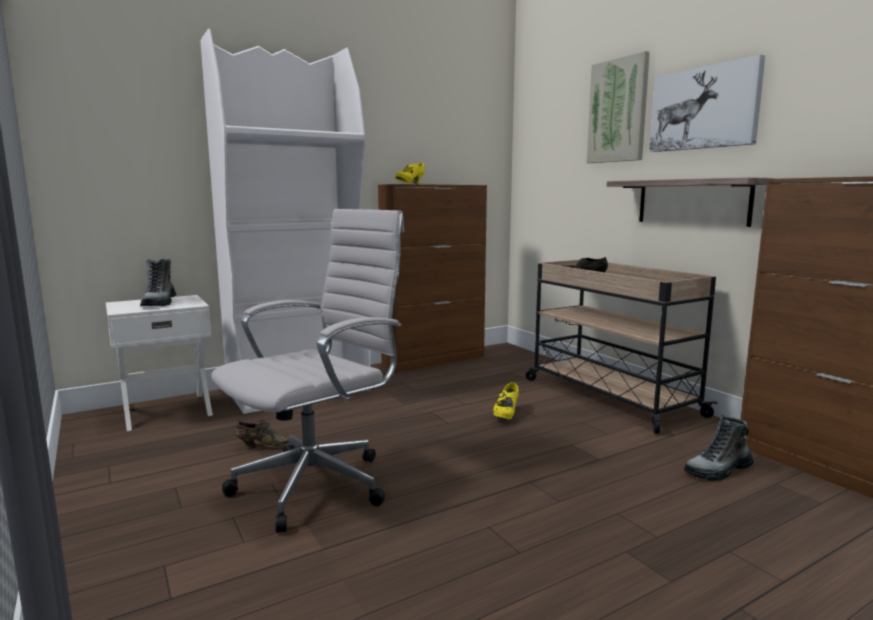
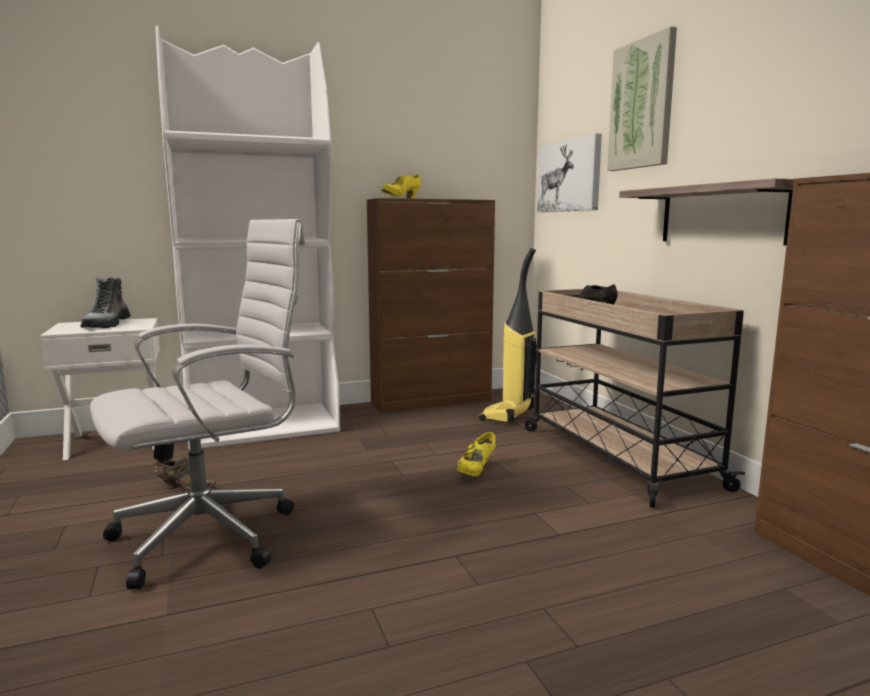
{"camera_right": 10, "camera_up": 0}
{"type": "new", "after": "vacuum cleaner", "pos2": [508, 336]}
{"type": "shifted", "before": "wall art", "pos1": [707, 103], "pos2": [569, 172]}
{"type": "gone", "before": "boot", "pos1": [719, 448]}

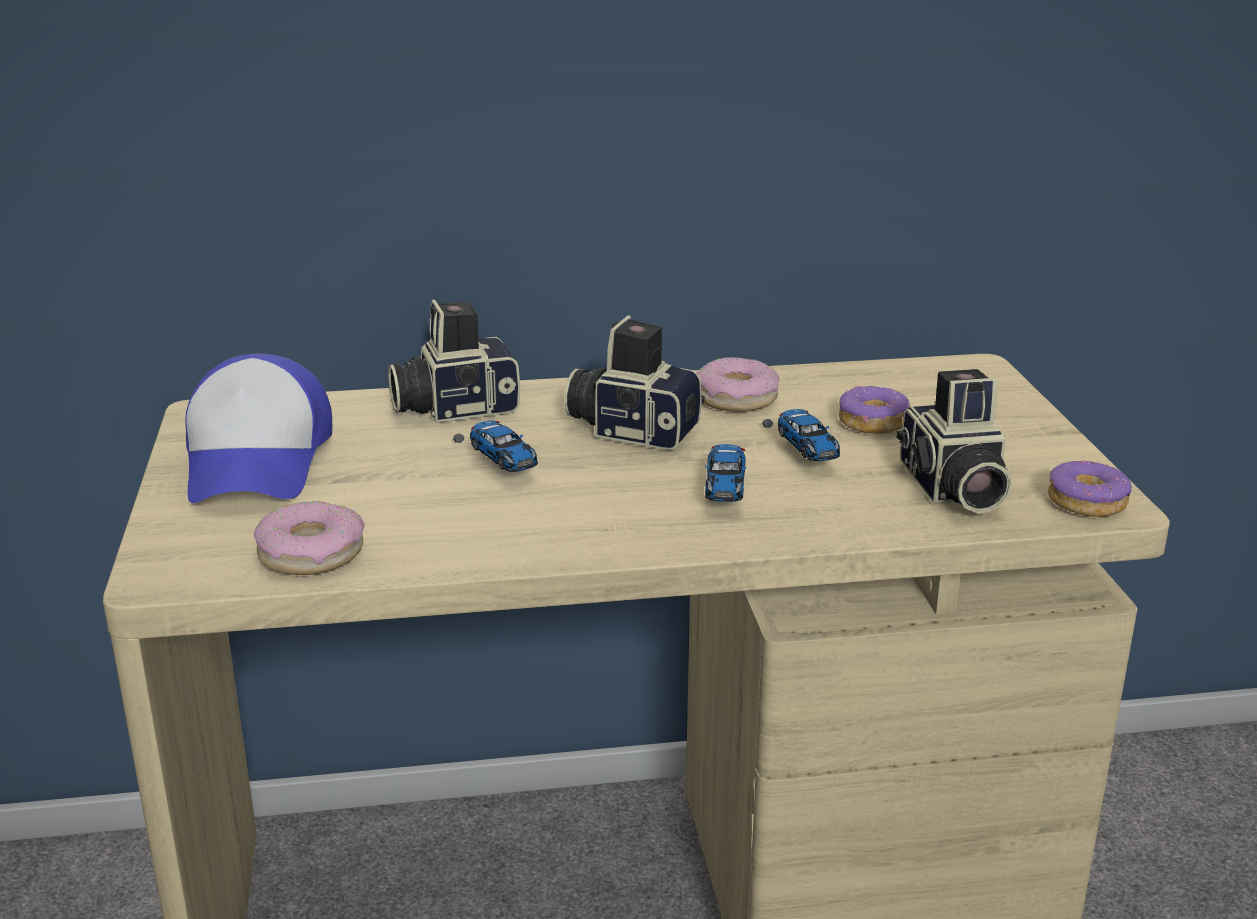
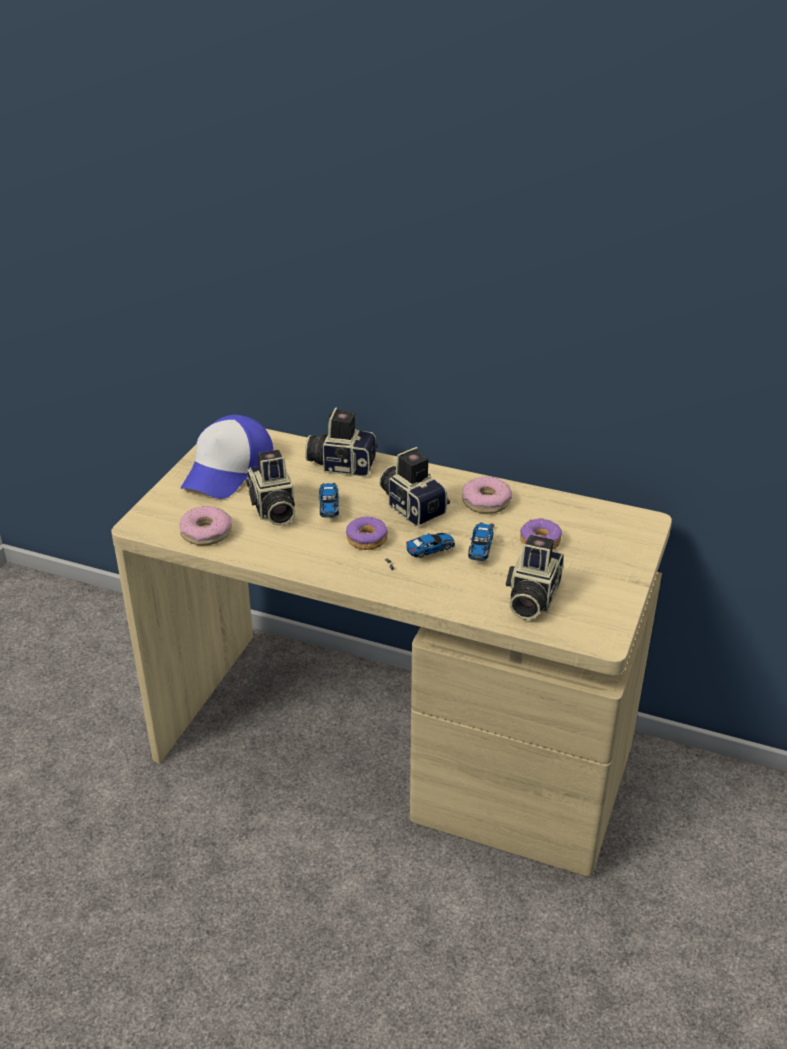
{"camera_right": 30, "camera_up": 10}
{"type": "new", "after": "photo camera", "pos2": [270, 488]}
{"type": "shifted", "before": "donut", "pos1": [1090, 488], "pos2": [367, 533]}
{"type": "rotated", "before": "toy car", "pos1": [725, 473], "pos2": [420, 551], "turn": -150}

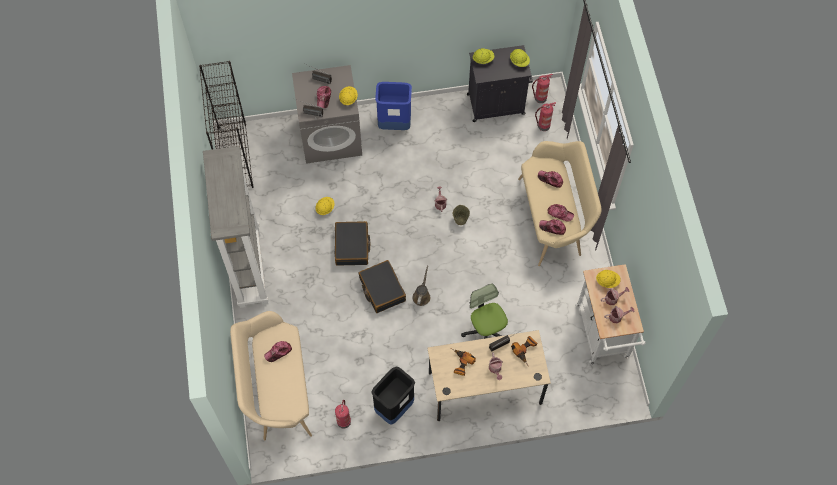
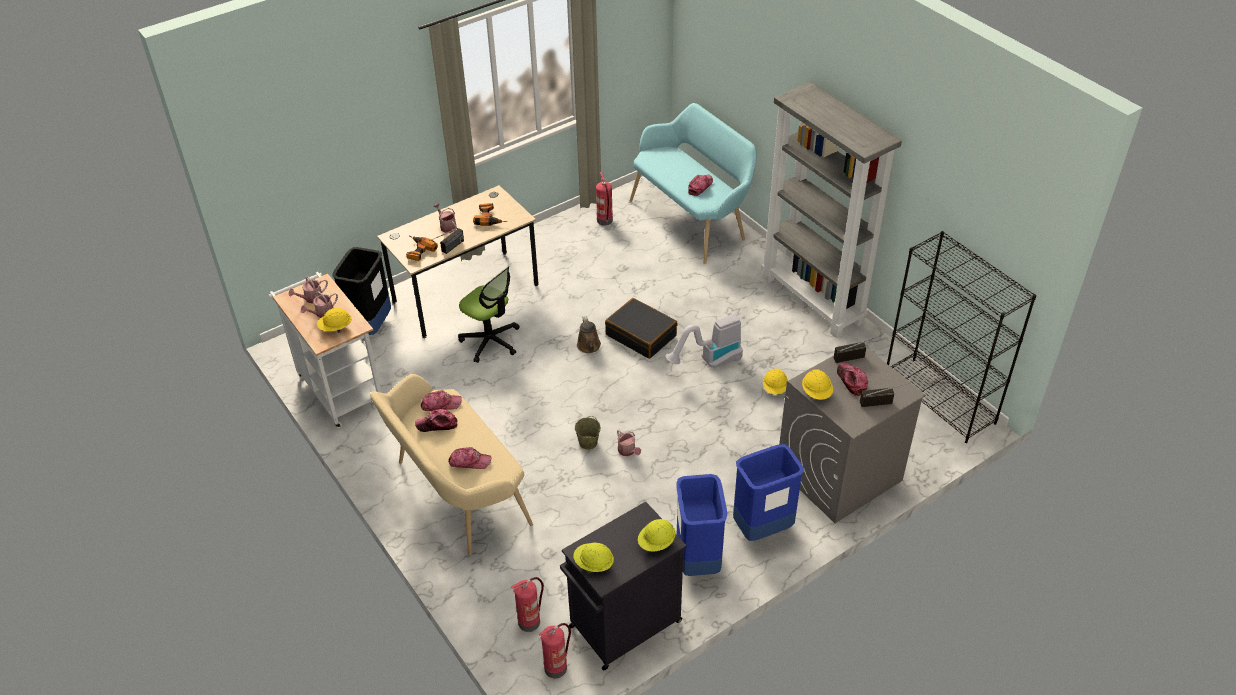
{"camera_right": 155, "camera_up": -20}
{"type": "shifted", "before": "rubbish bin in black-coloured", "pos1": [393, 395], "pos2": [361, 291]}
{"type": "repainted", "before": "long seat in sand-coloured", "after": "long seat in blue-green", "pos1": [271, 375], "pos2": [693, 183]}
{"type": "swapped", "before": "travel case in black-coloured", "after": "vacuum cleaner", "pos1": [352, 243], "pos2": [704, 341]}
{"type": "new", "after": "rubbish bin in blue", "pos2": [701, 525]}

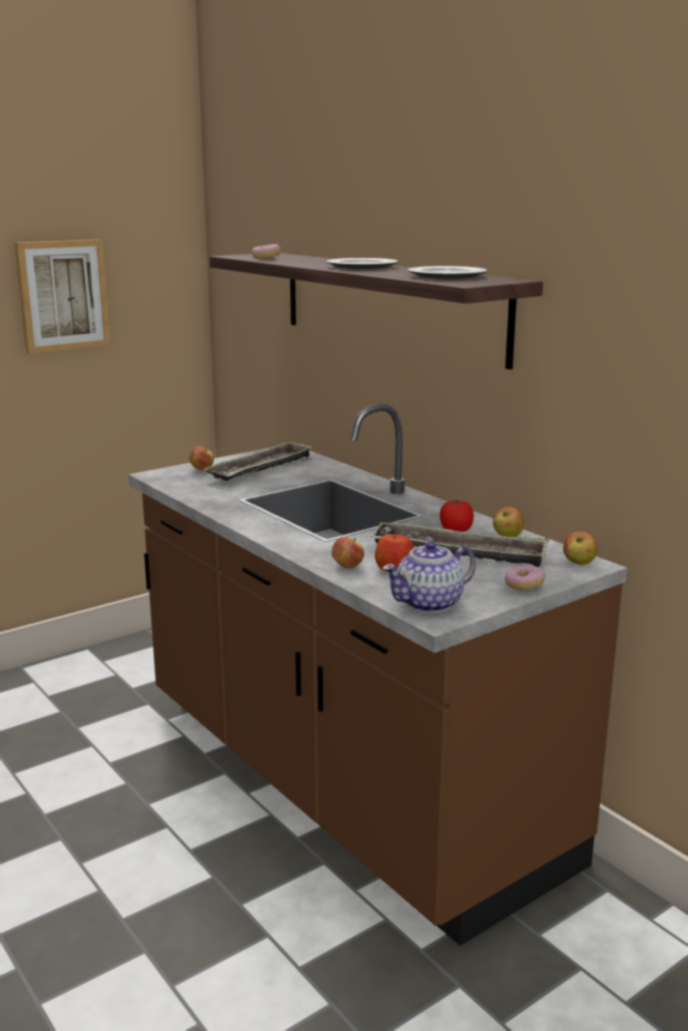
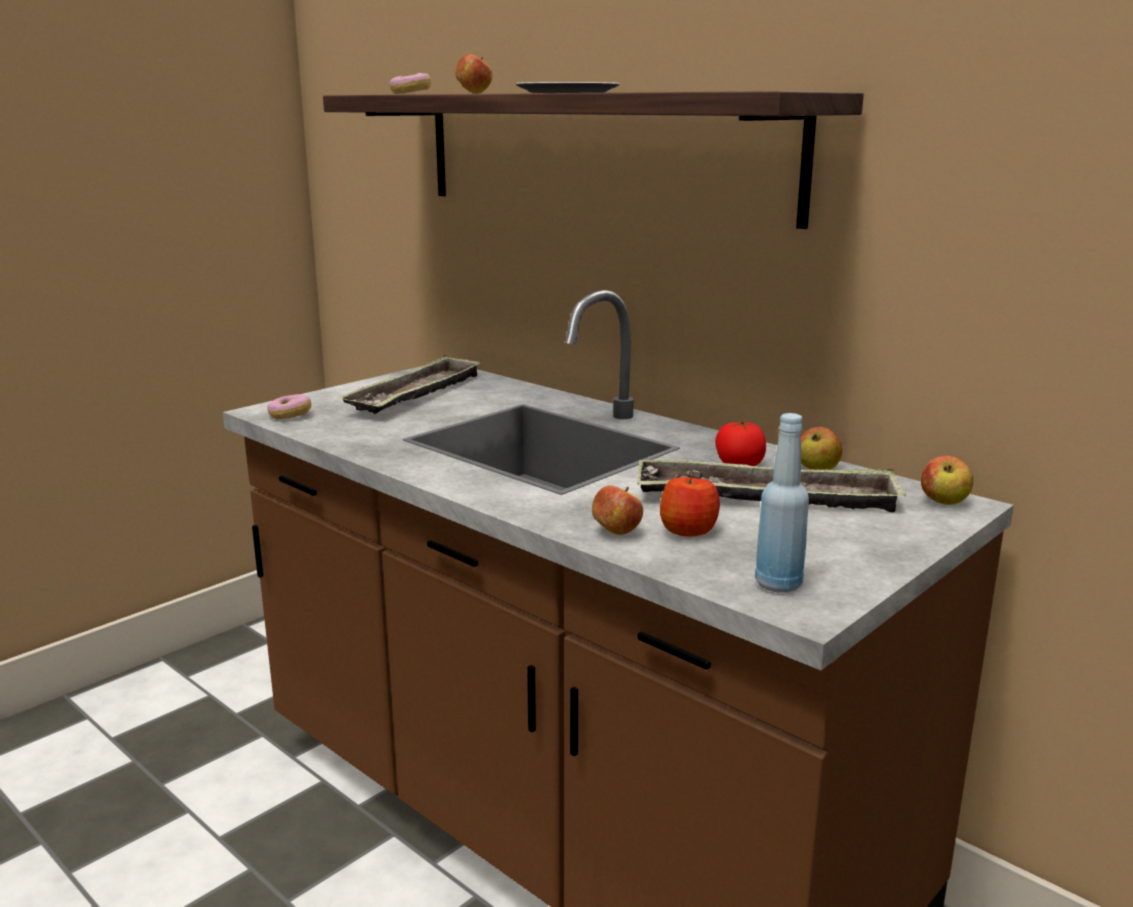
{"camera_right": -10, "camera_up": 0}
{"type": "shifted", "before": "donut", "pos1": [525, 577], "pos2": [289, 406]}
{"type": "shifted", "before": "apple fruit", "pos1": [201, 458], "pos2": [474, 74]}
{"type": "swapped", "before": "pot for tea", "after": "drink bottle in blue", "pos1": [429, 577], "pos2": [782, 503]}
{"type": "gone", "before": "wall art", "pos1": [62, 296]}
{"type": "gone", "before": "flat dish", "pos1": [447, 272]}

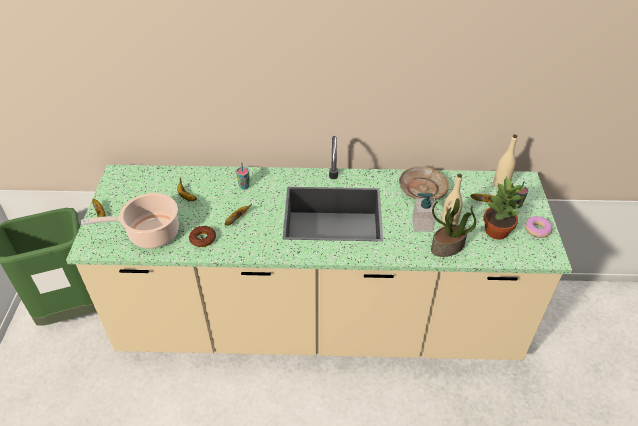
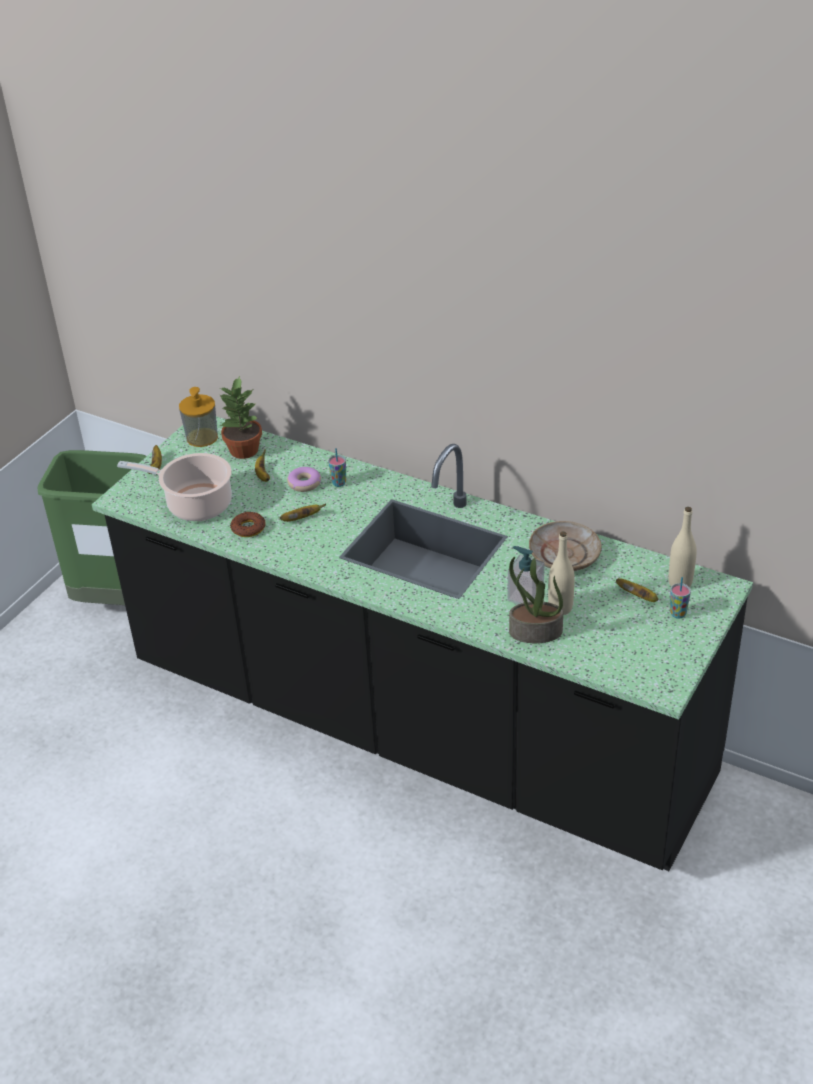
{"camera_right": 30, "camera_up": -5}
{"type": "repainted", "before": "counter in sand-coloured", "after": "counter in black-coloured", "pos1": [319, 248], "pos2": [422, 643]}
{"type": "new", "after": "soap bottle", "pos2": [198, 417]}
{"type": "shifted", "before": "potted plant", "pos1": [504, 208], "pos2": [240, 417]}
{"type": "shifted", "before": "donut", "pos1": [538, 227], "pos2": [304, 479]}

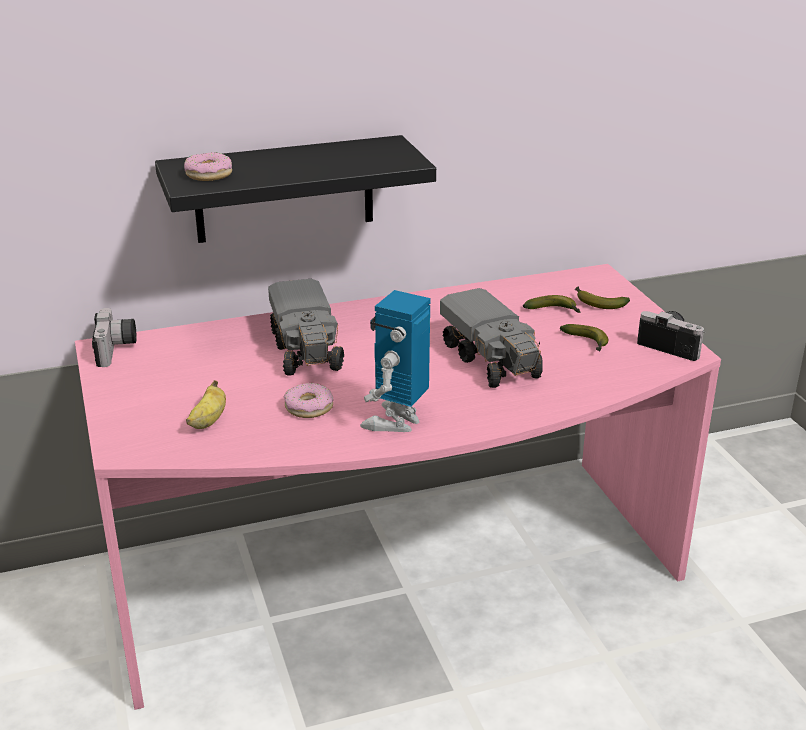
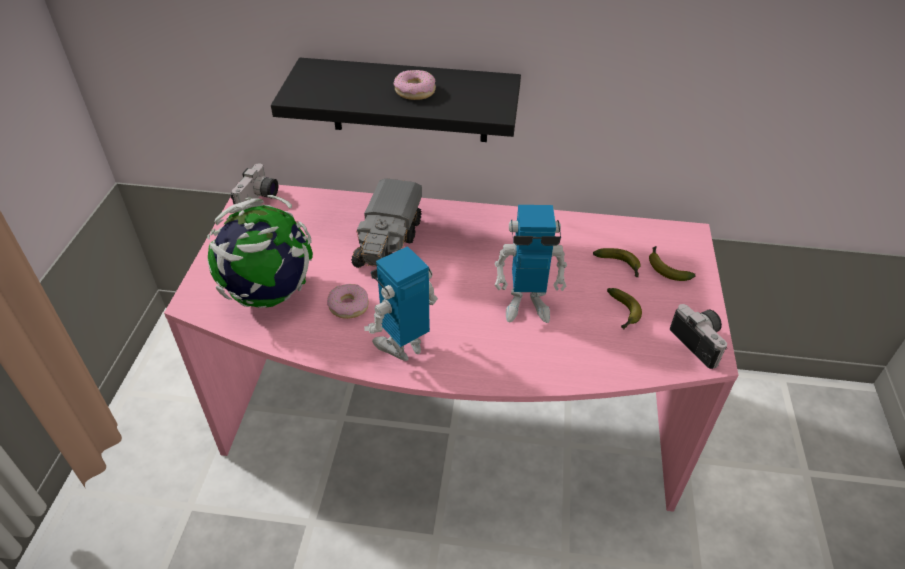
{"camera_right": 25, "camera_up": 15}
{"type": "swapped", "before": "banana fruit", "after": "globe", "pos1": [206, 404], "pos2": [260, 251]}
{"type": "shifted", "before": "donut", "pos1": [208, 166], "pos2": [415, 85]}
{"type": "swapped", "before": "toy truck", "after": "model robot", "pos1": [491, 338], "pos2": [531, 264]}

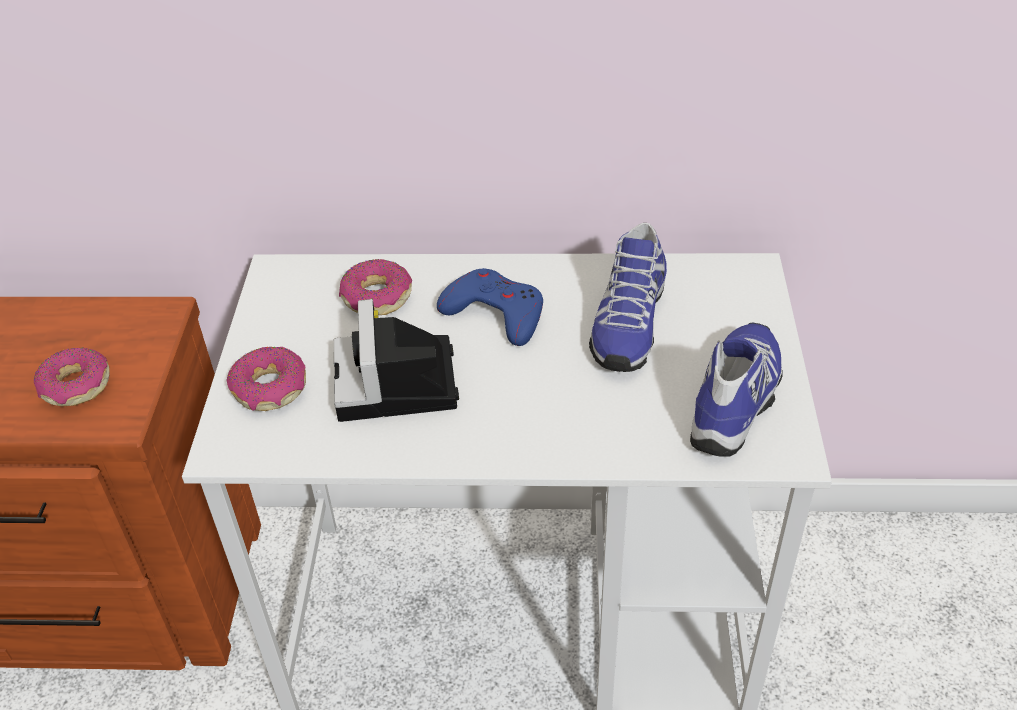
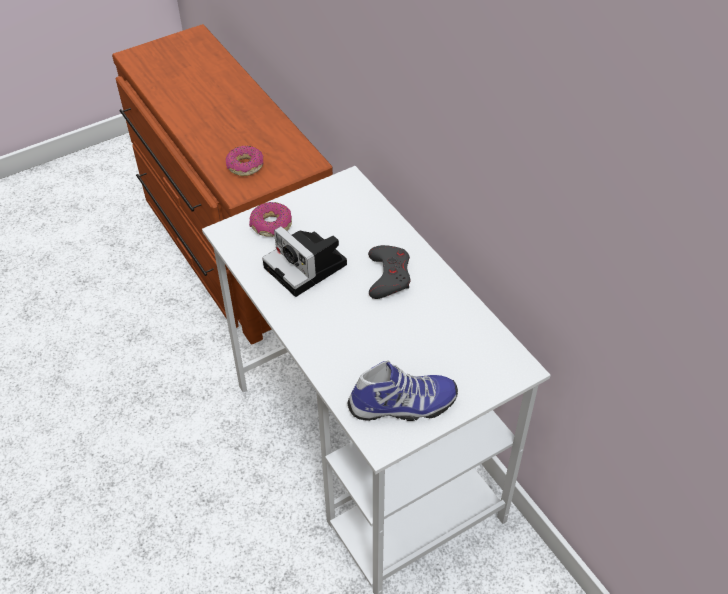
{"camera_right": 55, "camera_up": 5}
{"type": "rotated", "before": "photo camera", "pos1": [396, 360], "pos2": [304, 261], "turn": -90}
{"type": "repainted", "before": "gamepad in blue", "after": "gamepad in greyish", "pos1": [490, 307], "pos2": [389, 272]}
{"type": "gone", "before": "donut", "pos1": [375, 287]}
{"type": "gone", "before": "item of footwear", "pos1": [628, 297]}

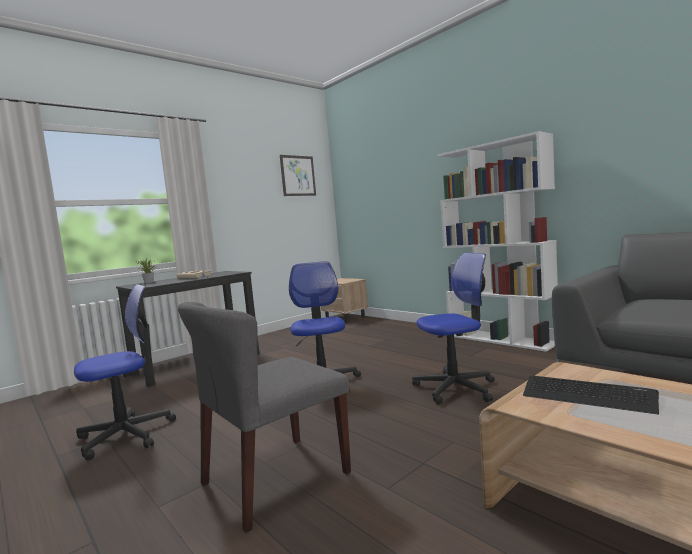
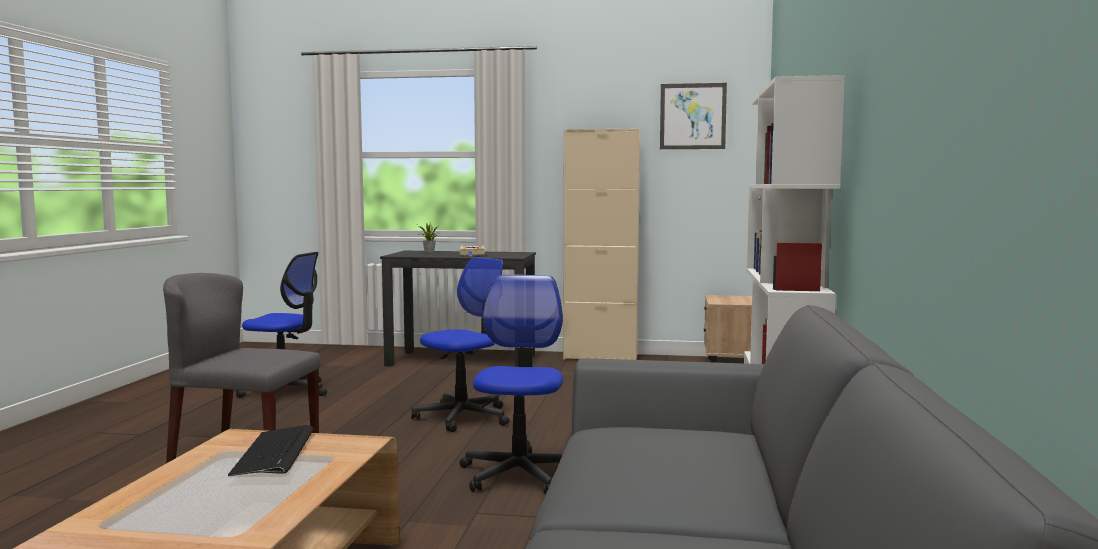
{"camera_right": 50, "camera_up": 0}
{"type": "rotated", "before": "desk chair", "pos1": [453, 328], "pos2": [511, 384], "turn": -120}
{"type": "new", "after": "cabinet in sand-coloured", "pos2": [601, 244]}

